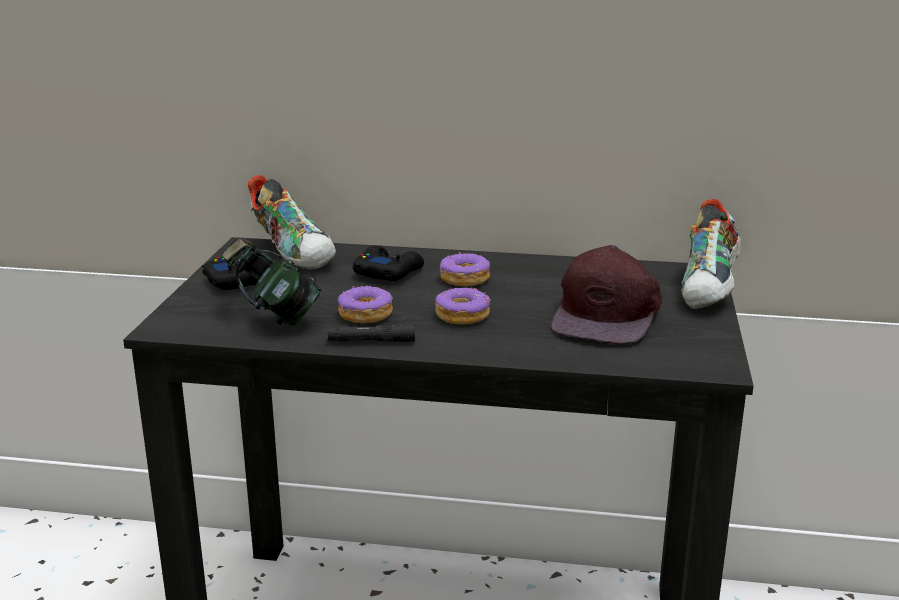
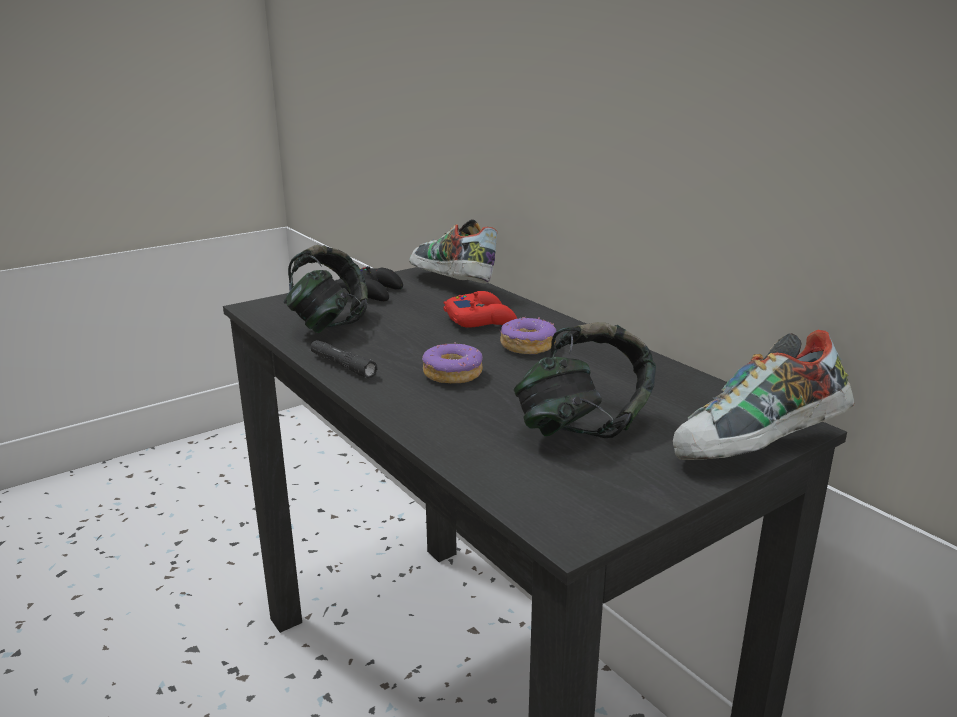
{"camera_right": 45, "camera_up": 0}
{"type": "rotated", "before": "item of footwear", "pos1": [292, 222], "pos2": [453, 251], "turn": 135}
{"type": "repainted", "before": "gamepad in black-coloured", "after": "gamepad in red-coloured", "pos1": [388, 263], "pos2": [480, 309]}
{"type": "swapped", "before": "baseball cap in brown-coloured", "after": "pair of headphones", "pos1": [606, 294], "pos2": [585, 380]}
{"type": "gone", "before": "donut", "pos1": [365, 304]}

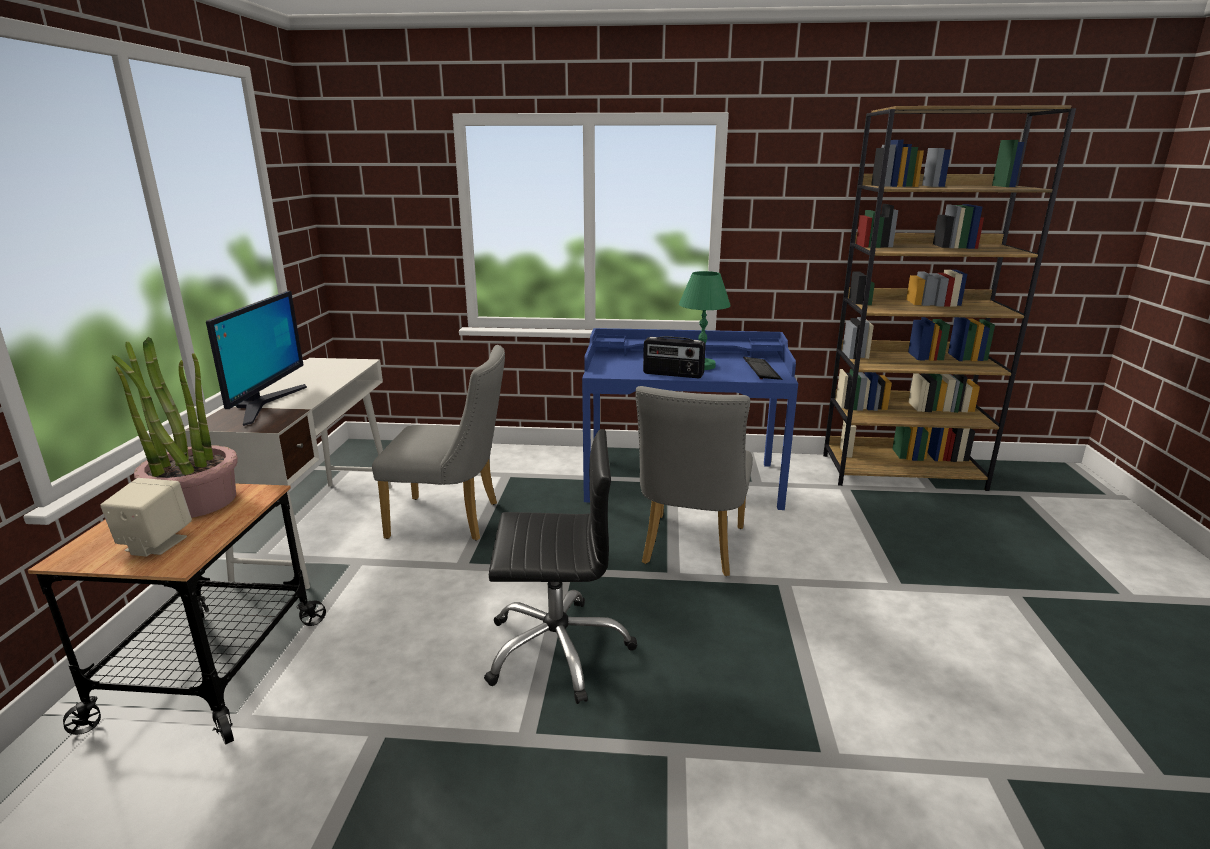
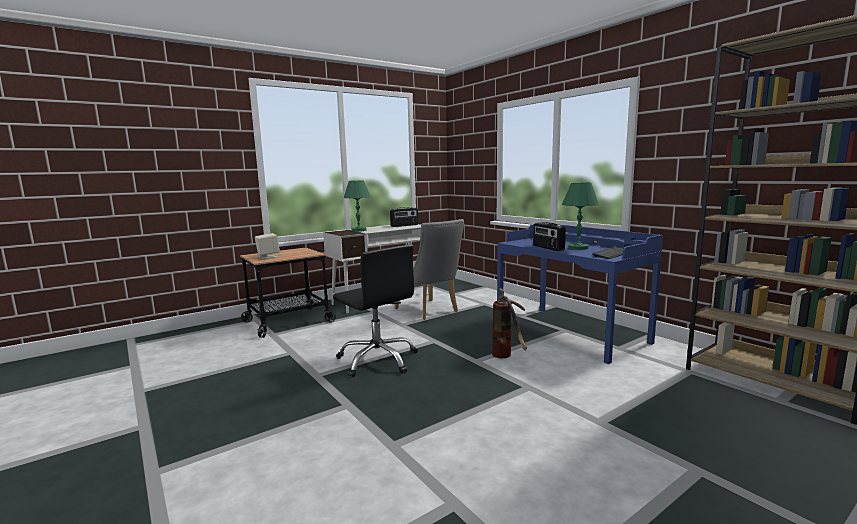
{"camera_right": 50, "camera_up": -10}
{"type": "swapped", "before": "monitor", "after": "table lamp in green", "pos1": [256, 358], "pos2": [357, 206]}
{"type": "new", "after": "radio set", "pos2": [404, 217]}
{"type": "swapped", "before": "upright chair in greyish", "after": "fire-fighting cylinder", "pos1": [694, 481], "pos2": [509, 323]}
{"type": "gone", "before": "potted plant", "pos1": [175, 427]}

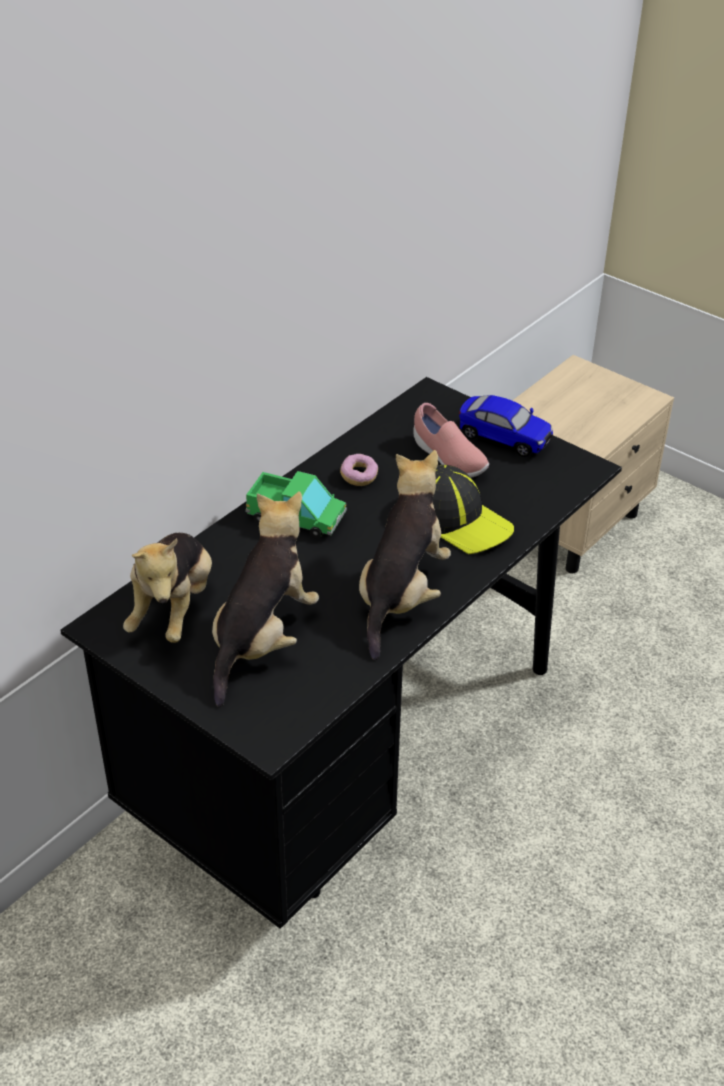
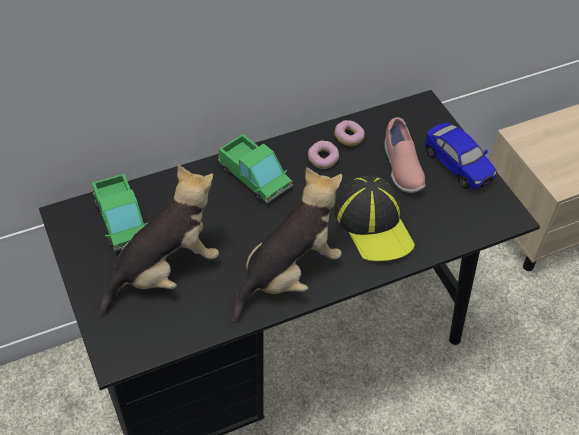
{"camera_right": 25, "camera_up": 10}
{"type": "swapped", "before": "soft toy", "after": "toy truck", "pos1": [167, 588], "pos2": [120, 213]}
{"type": "new", "after": "donut", "pos2": [349, 133]}

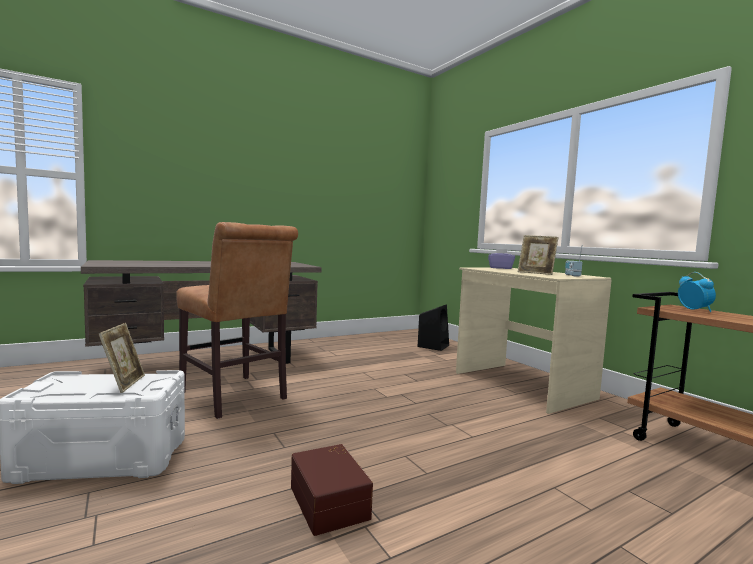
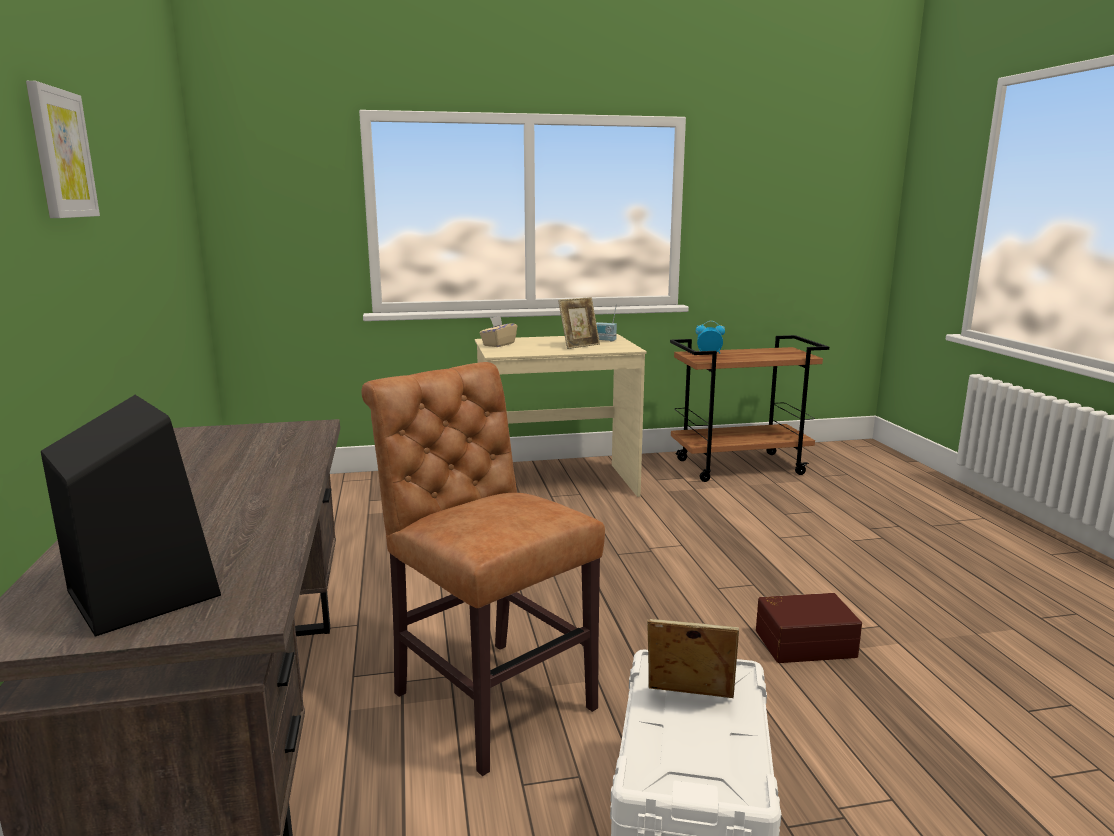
{"camera_right": -70, "camera_up": 10}
{"type": "new", "after": "wall art", "pos2": [63, 149]}
{"type": "shifted", "before": "loudspeaker in black-coloured", "pos1": [433, 327], "pos2": [131, 516]}
{"type": "rotated", "before": "upright chair in brown-coloured", "pos1": [237, 320], "pos2": [483, 569], "turn": -105}
{"type": "repainted", "before": "tissue box in purple", "after": "tissue box in sand-coloured", "pos1": [501, 258], "pos2": [498, 331]}

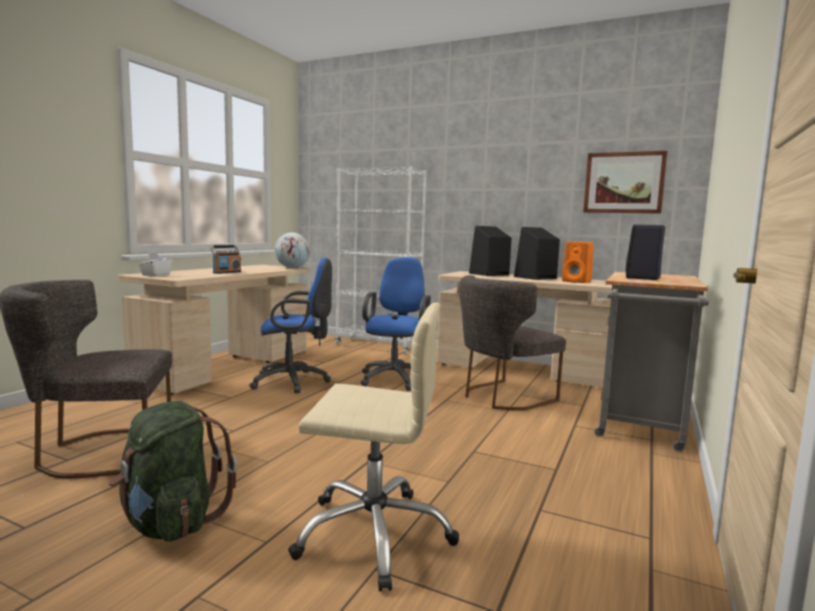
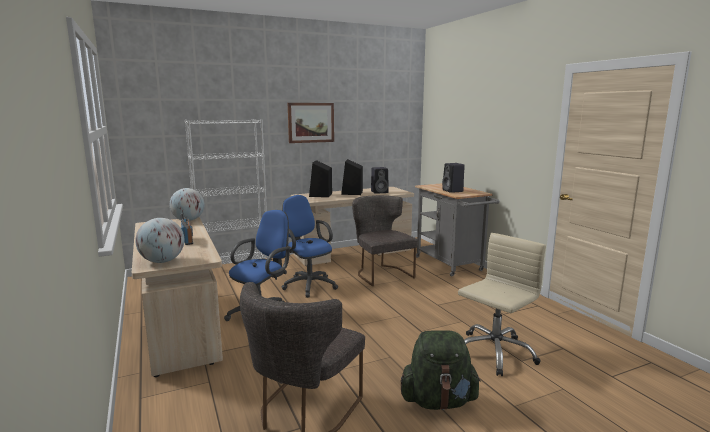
{"camera_right": -50, "camera_up": 5}
{"type": "swapped", "before": "tissue box in white", "after": "globe", "pos1": [155, 264], "pos2": [159, 240]}
{"type": "shifted", "before": "wall art", "pos1": [625, 182], "pos2": [311, 123]}
{"type": "rotated", "before": "upright chair in greyish", "pos1": [512, 342], "pos2": [385, 240], "turn": 150}
{"type": "repainted", "before": "loudspeaker in orange-coloured", "after": "loudspeaker in black-coloured", "pos1": [578, 262], "pos2": [379, 180]}

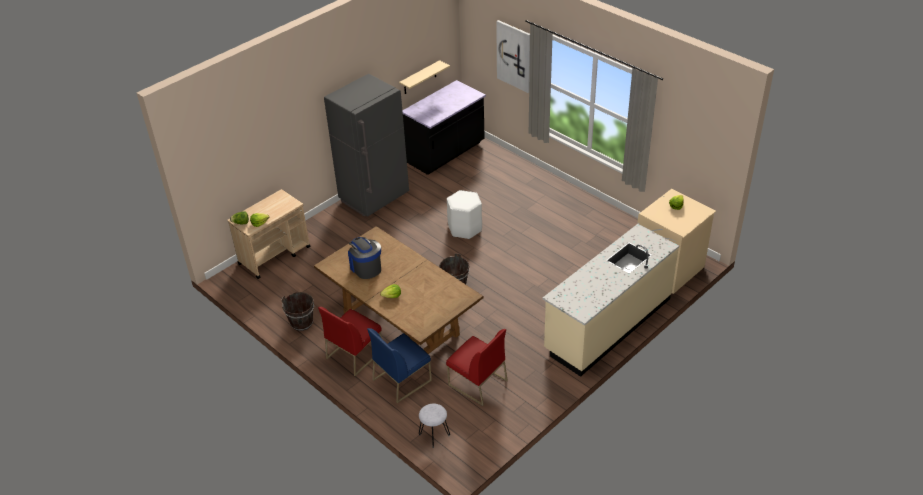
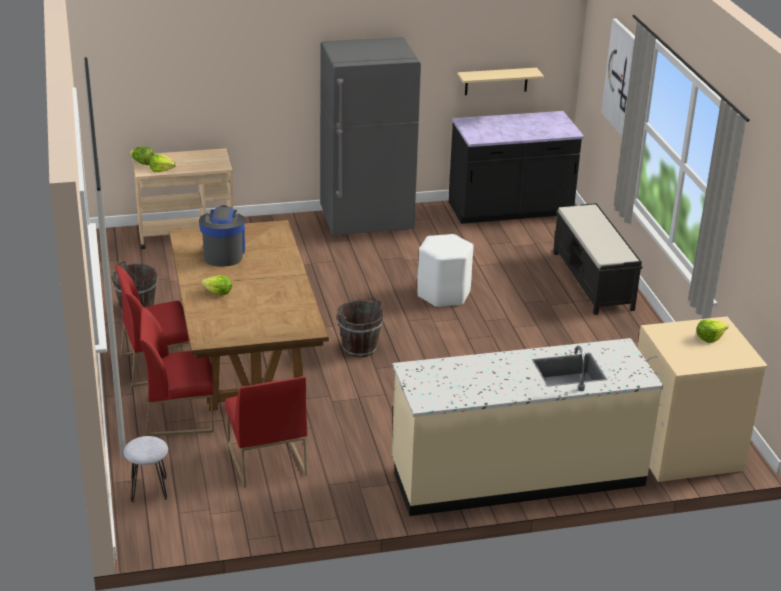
{"camera_right": 30, "camera_up": -10}
{"type": "repainted", "before": "upright chair in blue", "after": "upright chair in red-coloured", "pos1": [399, 365], "pos2": [177, 371]}
{"type": "new", "after": "long seat in black-coloured", "pos2": [598, 259]}

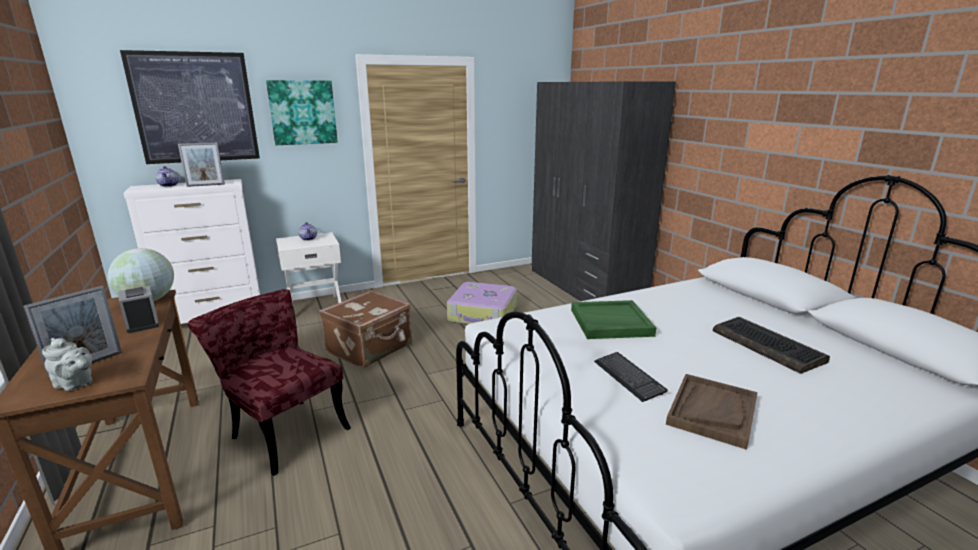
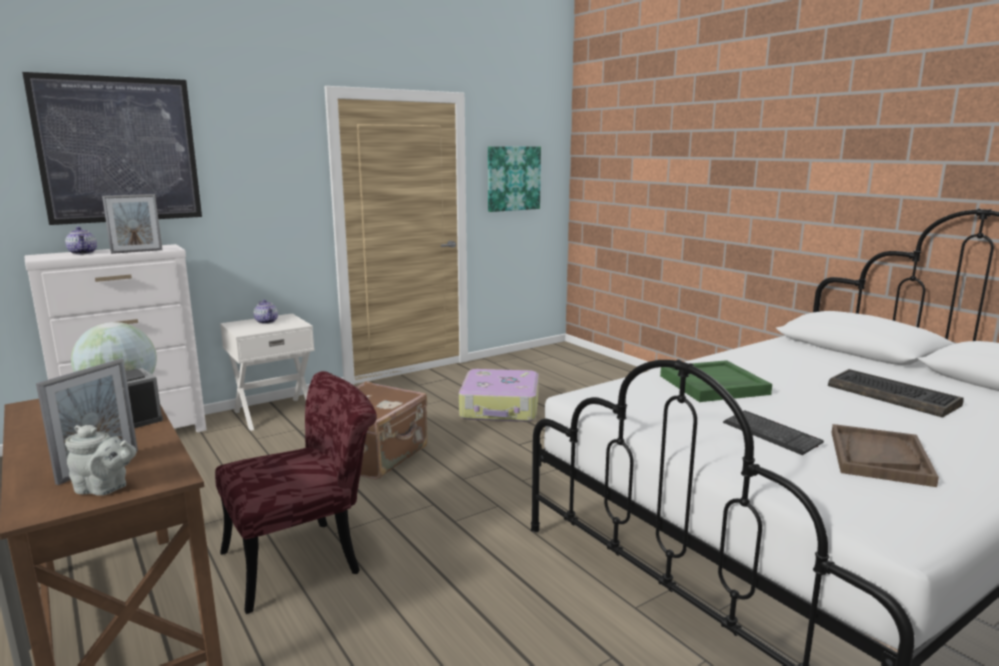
{"camera_right": -10, "camera_up": -5}
{"type": "rotated", "before": "upright chair in red-coloured", "pos1": [269, 382], "pos2": [296, 492], "turn": 120}
{"type": "shifted", "before": "wall art", "pos1": [302, 112], "pos2": [514, 179]}
{"type": "gone", "before": "armoire in greyish", "pos1": [604, 191]}

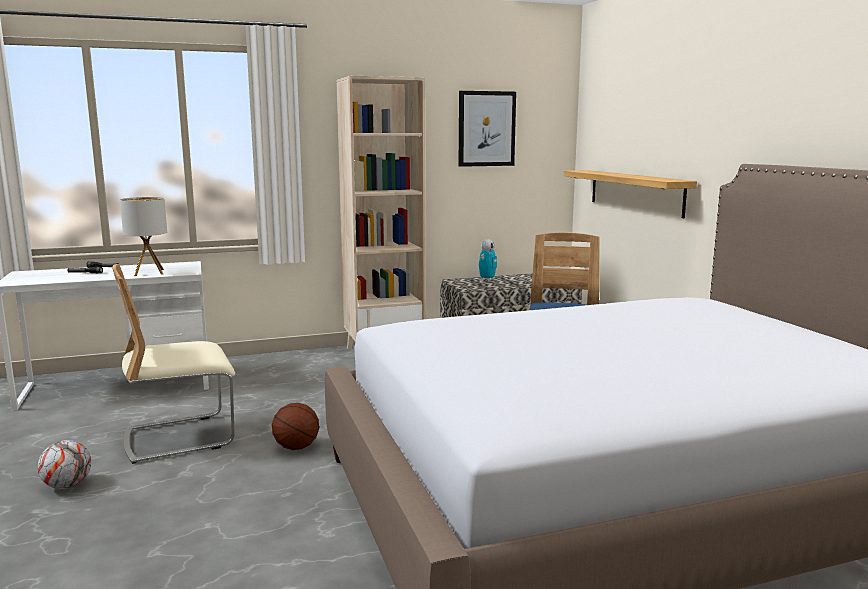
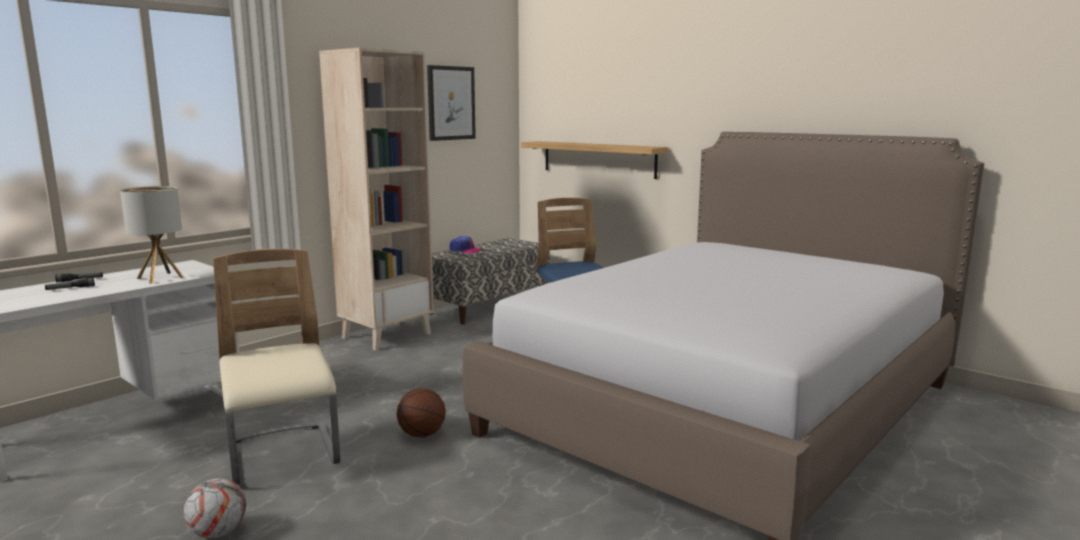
{"camera_right": -30, "camera_up": 0}
{"type": "rotated", "before": "upright chair in sand-coloured", "pos1": [173, 364], "pos2": [276, 366], "turn": 120}
{"type": "swapped", "before": "model robot", "after": "baseball cap", "pos1": [488, 260], "pos2": [465, 244]}

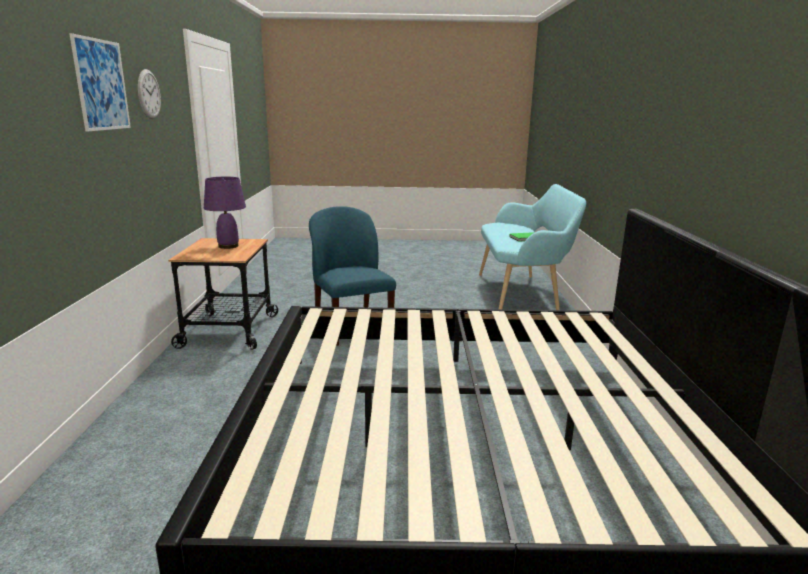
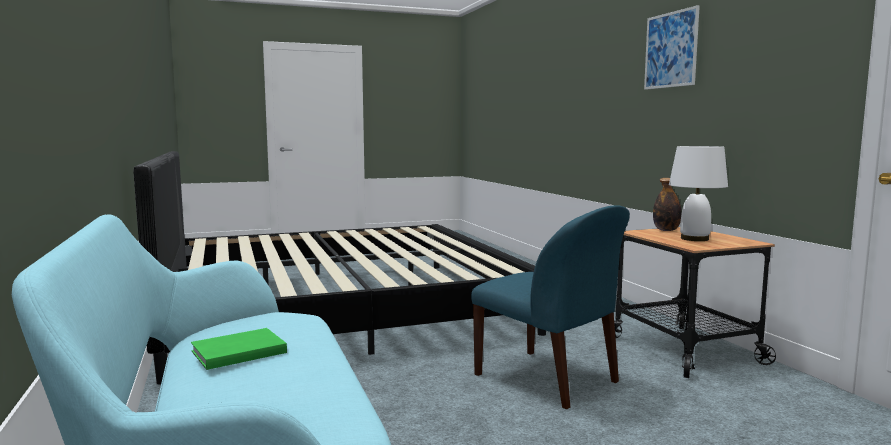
{"camera_right": 160, "camera_up": -10}
{"type": "new", "after": "drink bottle", "pos2": [667, 204]}
{"type": "repainted", "before": "table lamp in purple", "after": "table lamp in white", "pos1": [225, 213], "pos2": [698, 193]}
{"type": "gone", "before": "clock on the wall", "pos1": [149, 94]}

